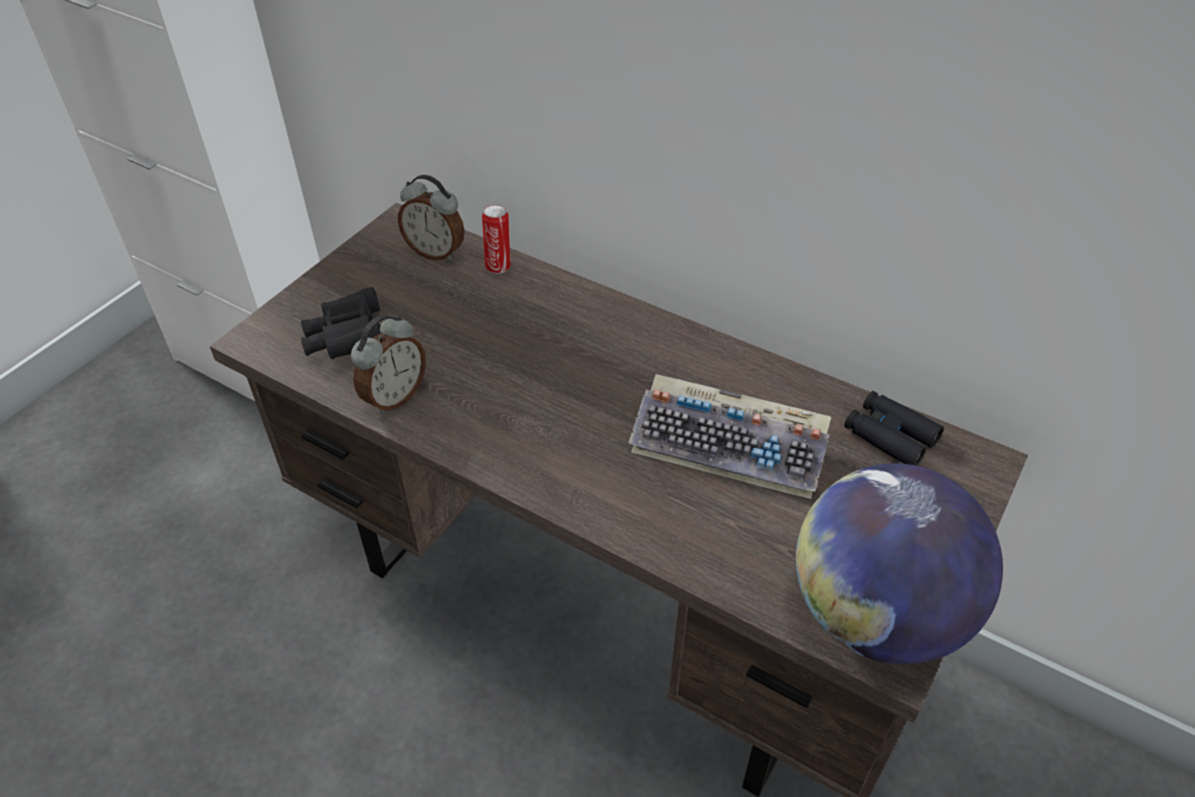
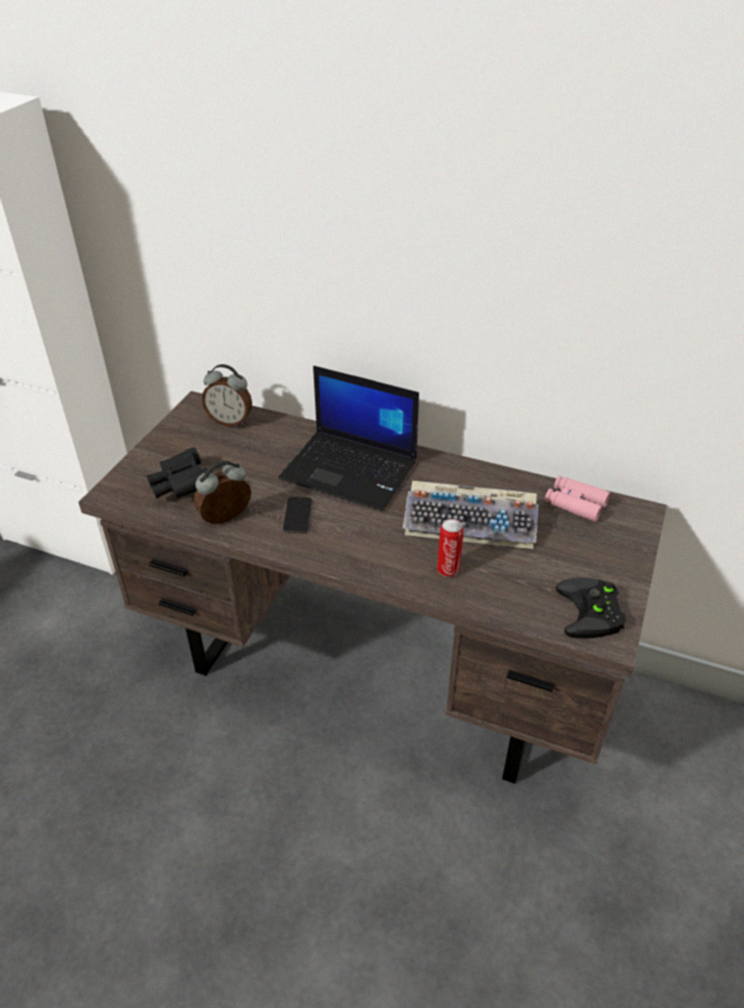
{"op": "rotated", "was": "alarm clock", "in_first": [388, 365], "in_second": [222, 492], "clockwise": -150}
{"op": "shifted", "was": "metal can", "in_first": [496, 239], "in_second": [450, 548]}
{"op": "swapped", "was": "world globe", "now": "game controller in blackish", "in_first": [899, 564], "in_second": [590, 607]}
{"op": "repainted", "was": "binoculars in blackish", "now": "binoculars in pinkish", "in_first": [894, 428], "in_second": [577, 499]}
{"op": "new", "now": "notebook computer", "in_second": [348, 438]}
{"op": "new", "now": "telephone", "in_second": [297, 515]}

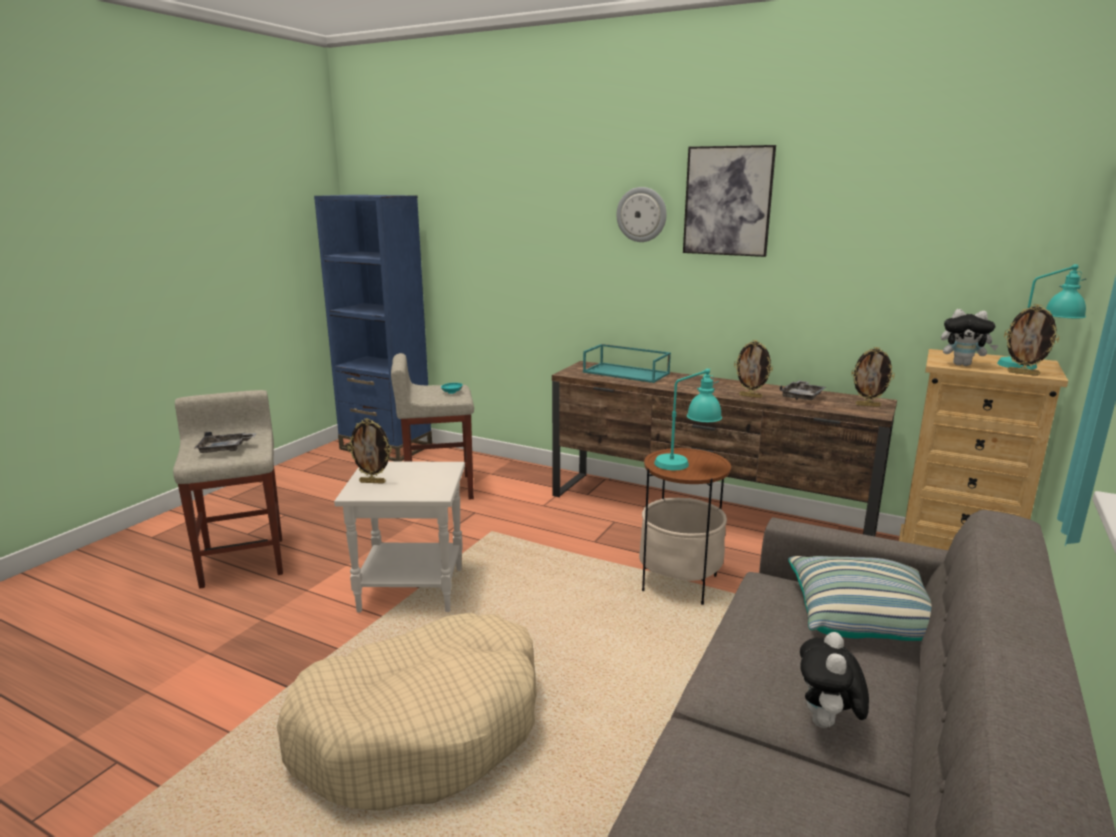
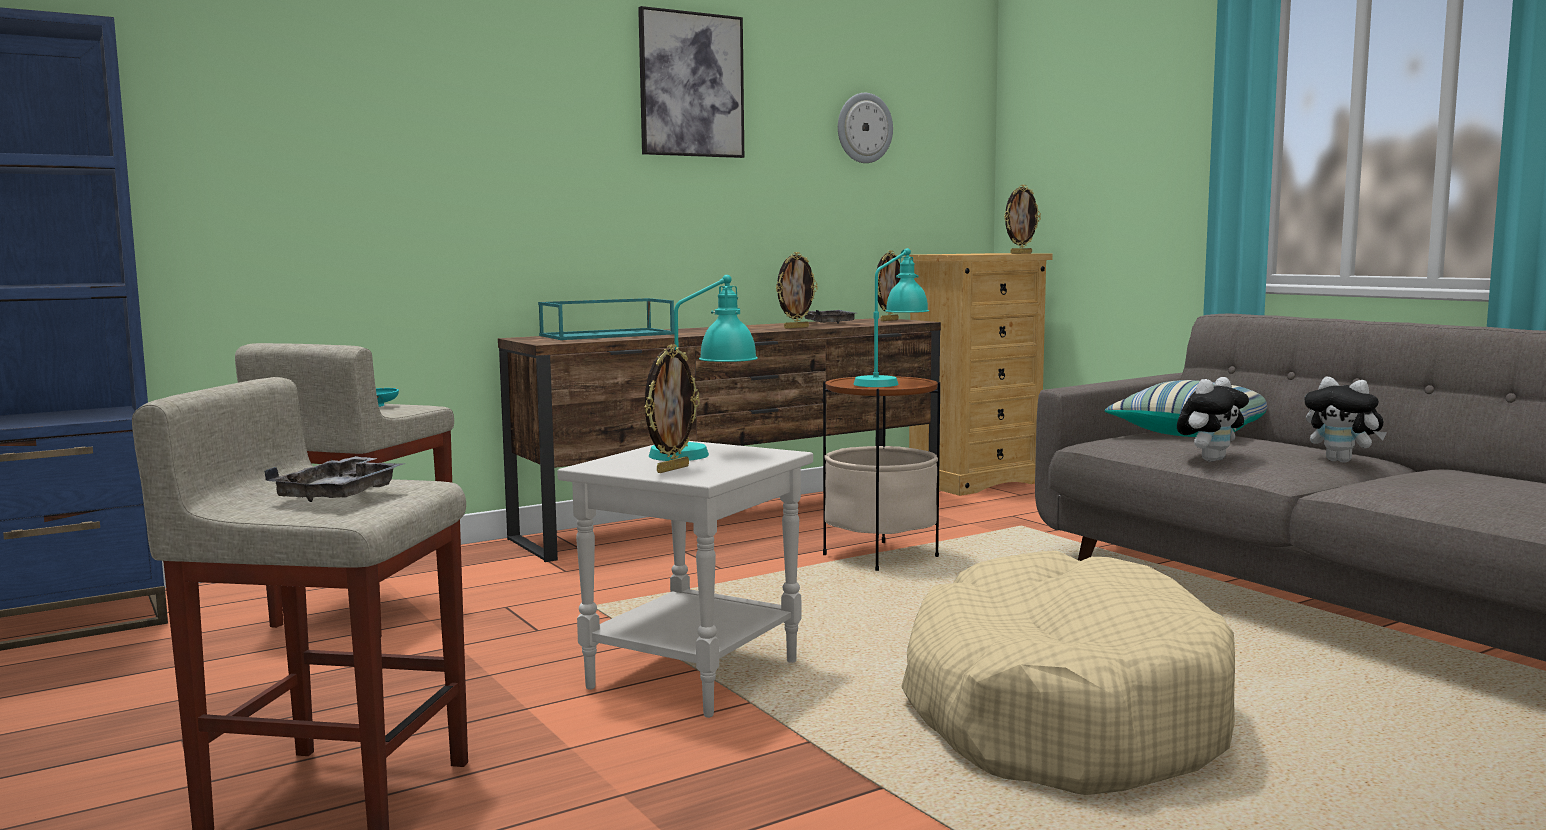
{"op": "shifted", "was": "wall clock", "in_first": [641, 214], "in_second": [865, 128]}
{"op": "shifted", "was": "cuddly toy", "in_first": [970, 337], "in_second": [1213, 419]}
{"op": "shifted", "was": "table lamp in turquoise", "in_first": [1041, 316], "in_second": [703, 368]}

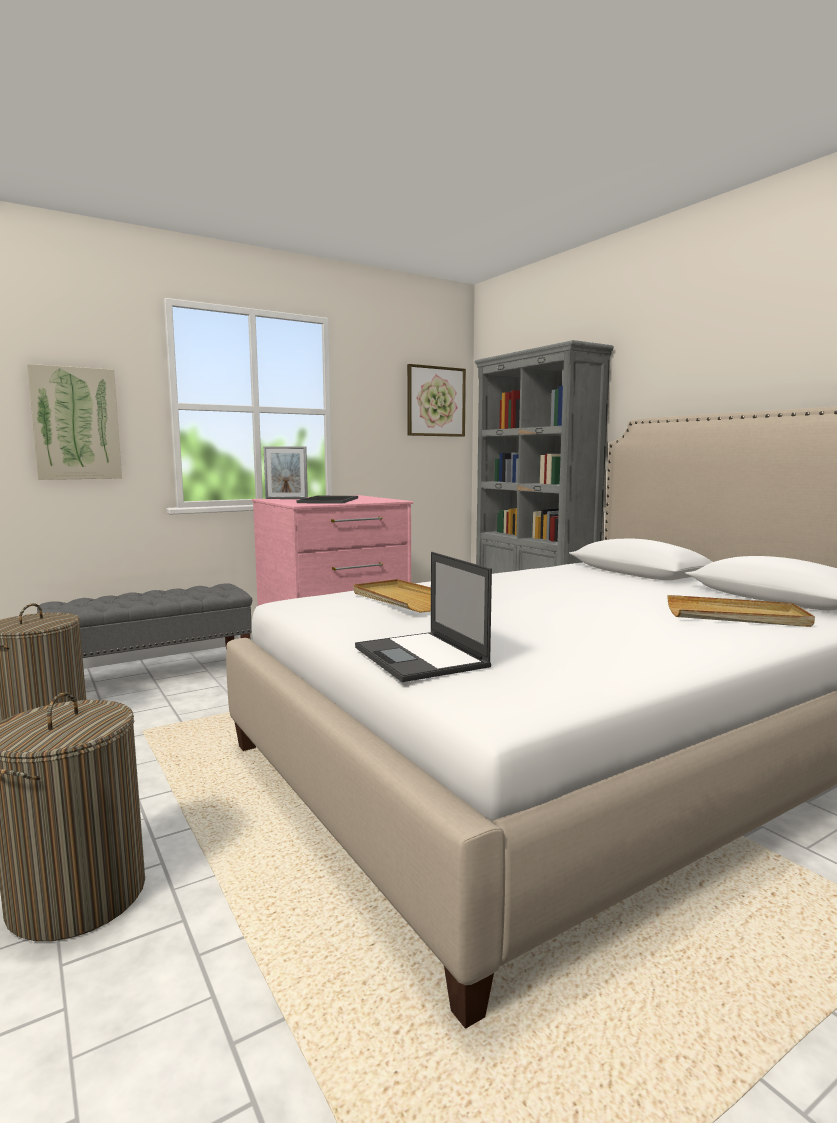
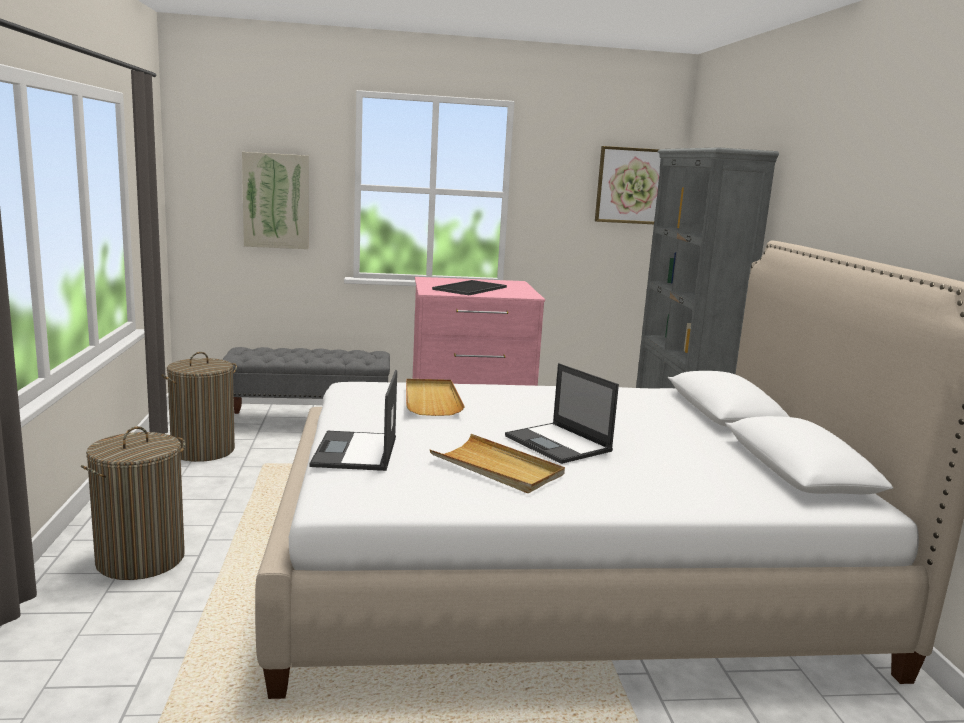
{"op": "gone", "was": "picture frame", "in_first": [286, 472]}
{"op": "shifted", "was": "carrying tray in beige-coloured", "in_first": [741, 611], "in_second": [497, 463]}
{"op": "new", "now": "notebook computer", "in_second": [562, 413]}

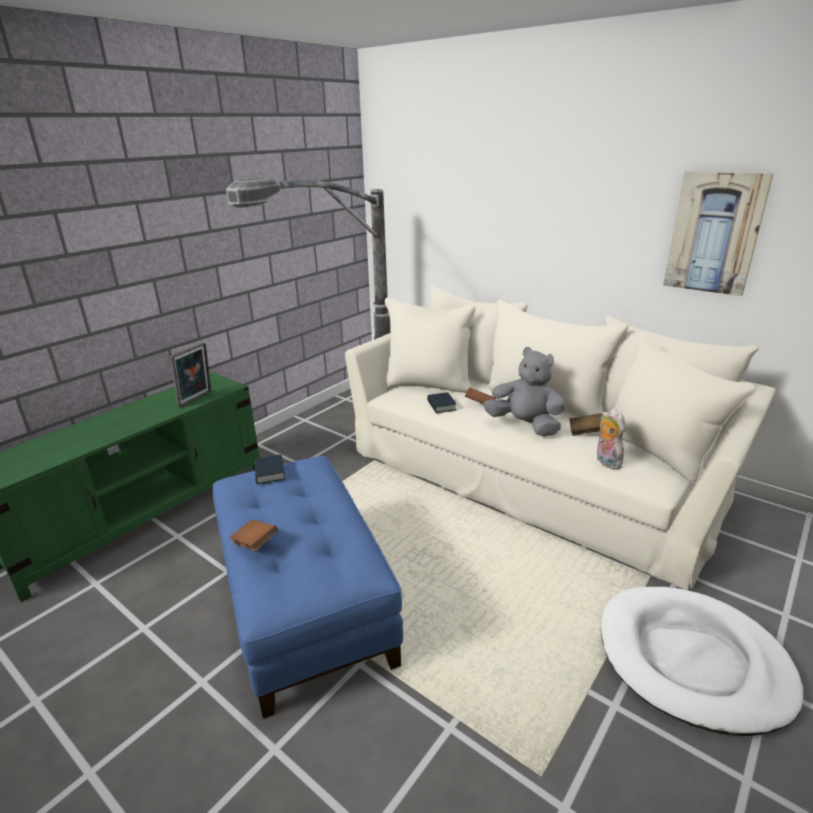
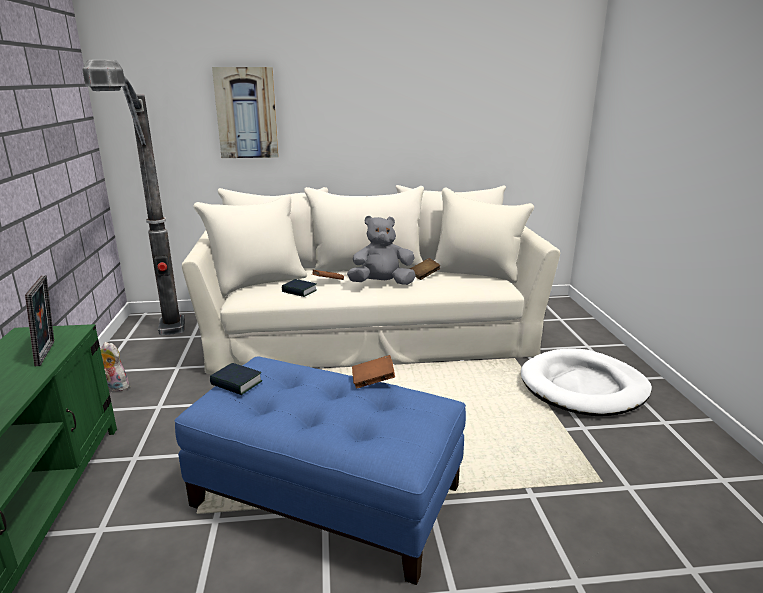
{"op": "shifted", "was": "volume in brown", "in_first": [254, 535], "in_second": [373, 371]}
{"op": "shifted", "was": "cuddly toy", "in_first": [611, 438], "in_second": [114, 366]}
{"op": "shifted", "was": "wall picture", "in_first": [718, 233], "in_second": [245, 112]}

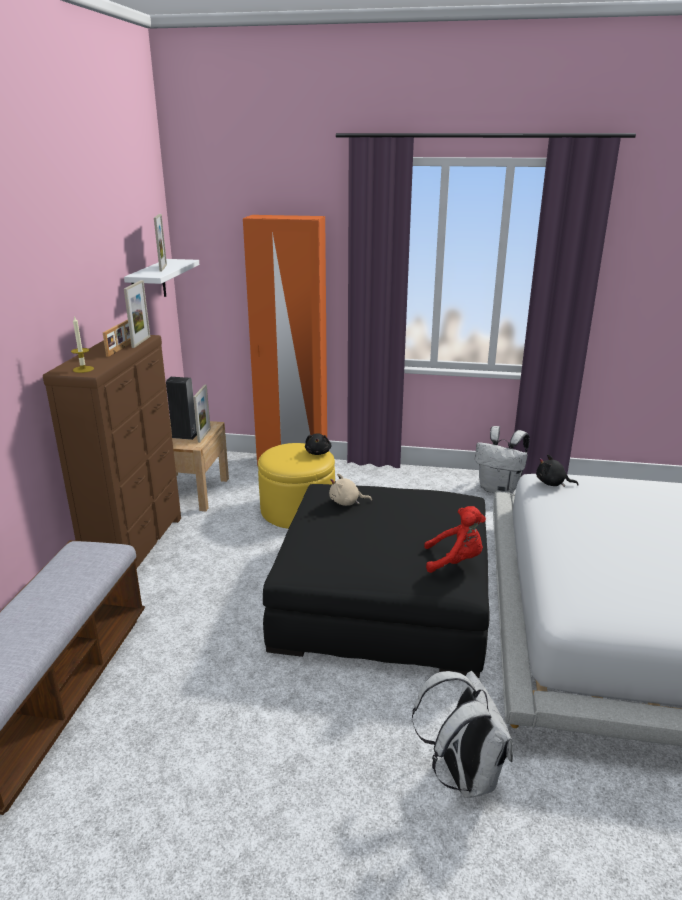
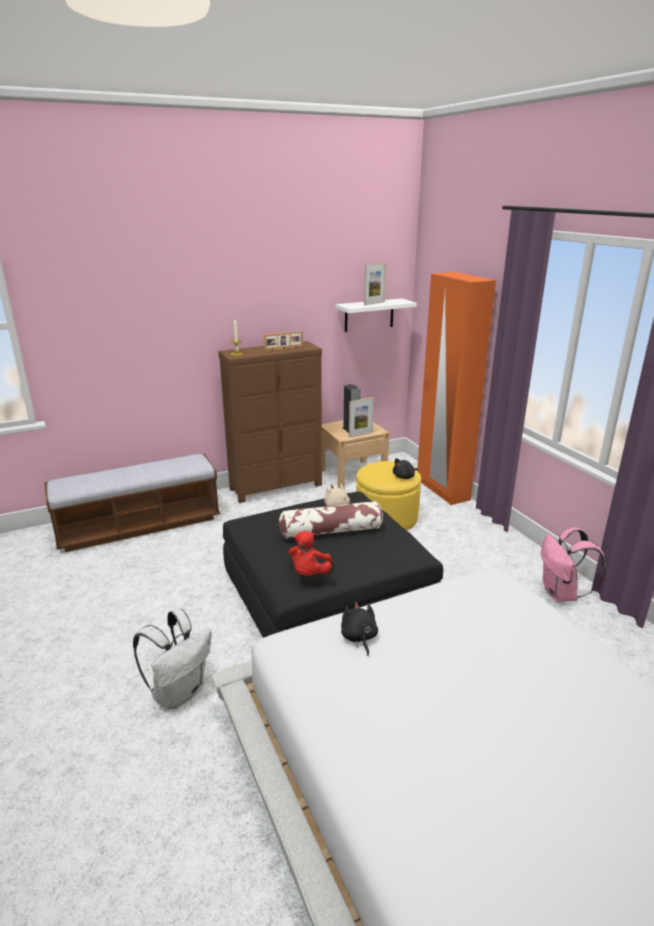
{"op": "gone", "was": "picture frame", "in_first": [137, 314]}
{"op": "rotated", "was": "cuddly toy in red", "in_first": [455, 539], "in_second": [310, 553], "clockwise": 45}
{"op": "repainted", "was": "rucksack in white", "now": "rucksack in pinkish", "in_first": [502, 460], "in_second": [573, 564]}
{"op": "shifted", "was": "cuddly toy in blackish", "in_first": [557, 470], "in_second": [359, 629]}
{"op": "new", "now": "cushion", "in_second": [331, 520]}

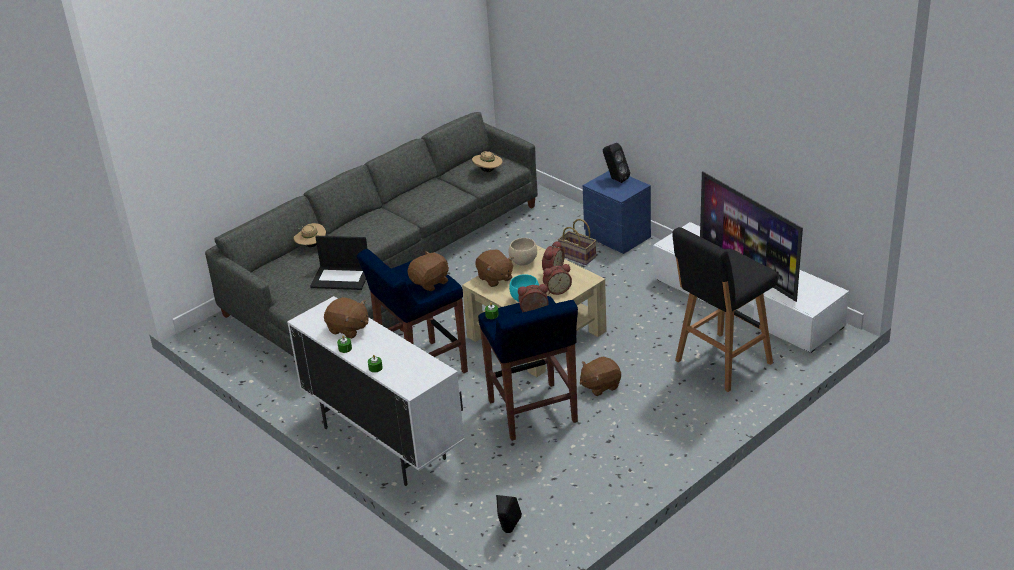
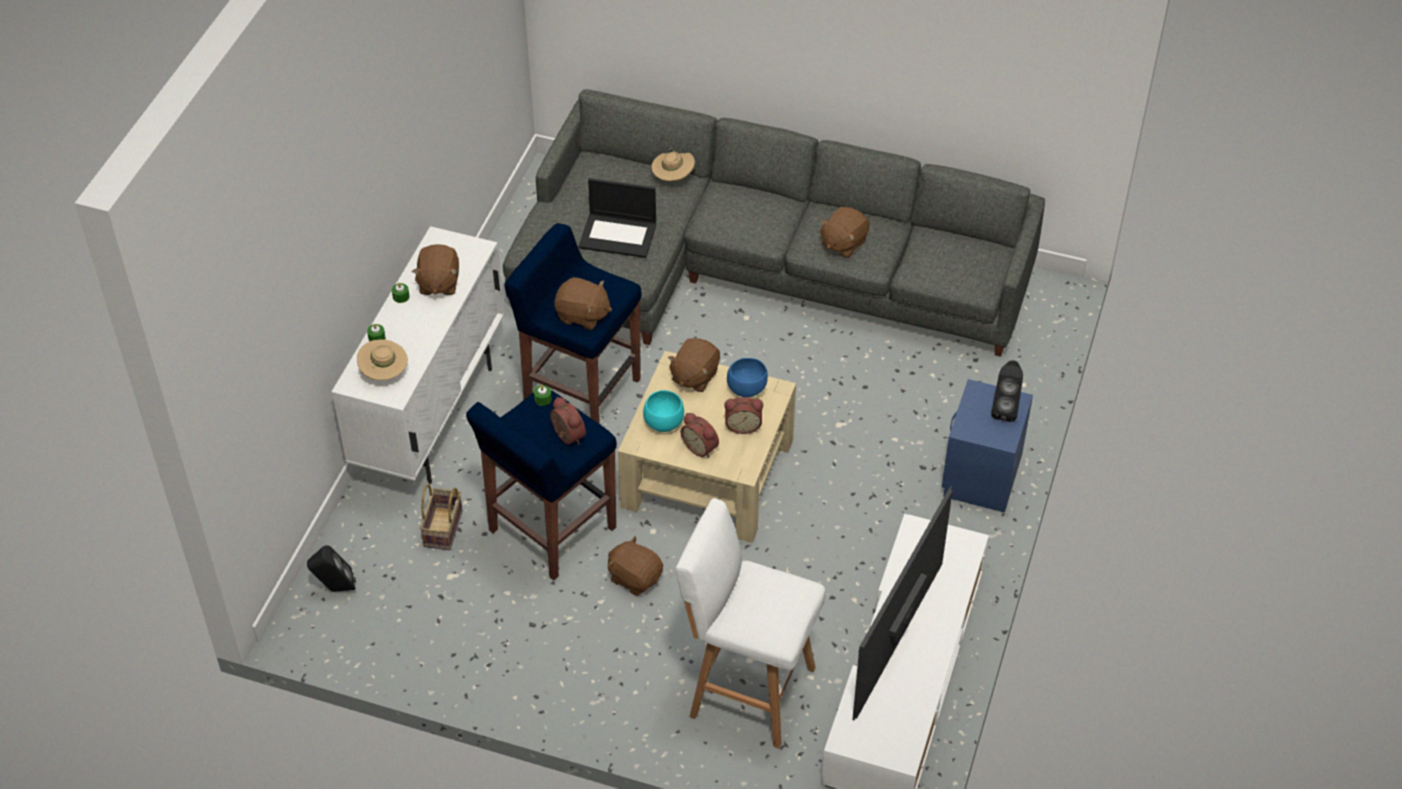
{"op": "rotated", "was": "notebook computer", "in_first": [338, 263], "in_second": [617, 218], "clockwise": -60}
{"op": "shifted", "was": "wearable hat in beige-coloured", "in_first": [487, 161], "in_second": [382, 359]}
{"op": "repainted", "was": "bowl in beige-coloured", "now": "bowl in bluish", "in_first": [523, 252], "in_second": [747, 377]}
{"op": "shifted", "was": "storage basket", "in_first": [577, 242], "in_second": [441, 517]}
{"op": "repainted", "was": "stool in blackish", "now": "stool in white", "in_first": [725, 309], "in_second": [751, 623]}
{"op": "new", "now": "cuddly toy in brown", "in_second": [844, 232]}

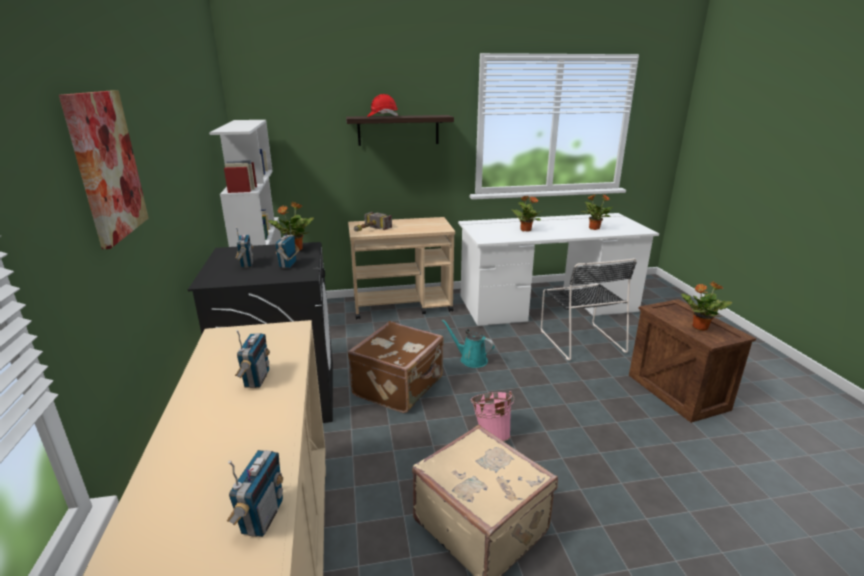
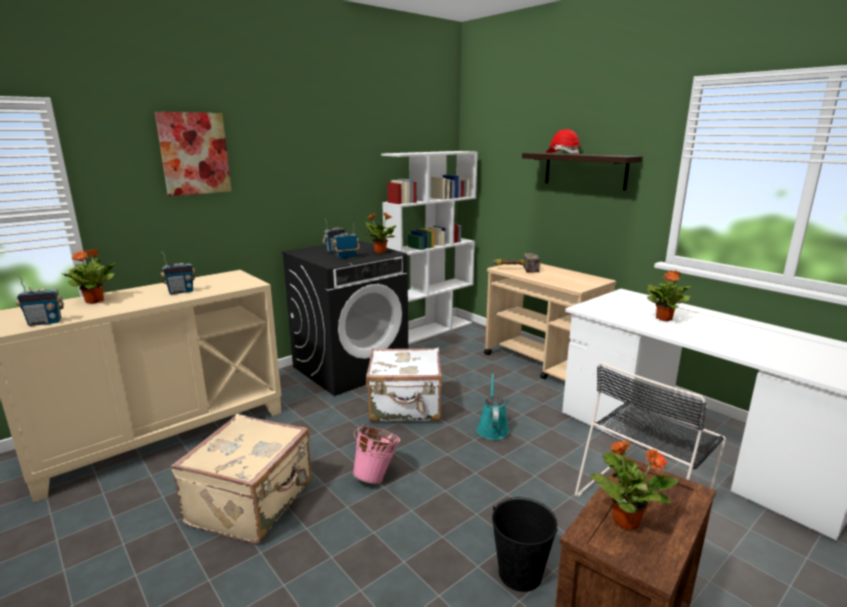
{"op": "repainted", "was": "travel case in brown", "now": "travel case in white", "in_first": [395, 367], "in_second": [404, 385]}
{"op": "shifted", "was": "houseplant", "in_first": [597, 212], "in_second": [88, 276]}
{"op": "new", "now": "pail in blackish", "in_second": [525, 544]}

